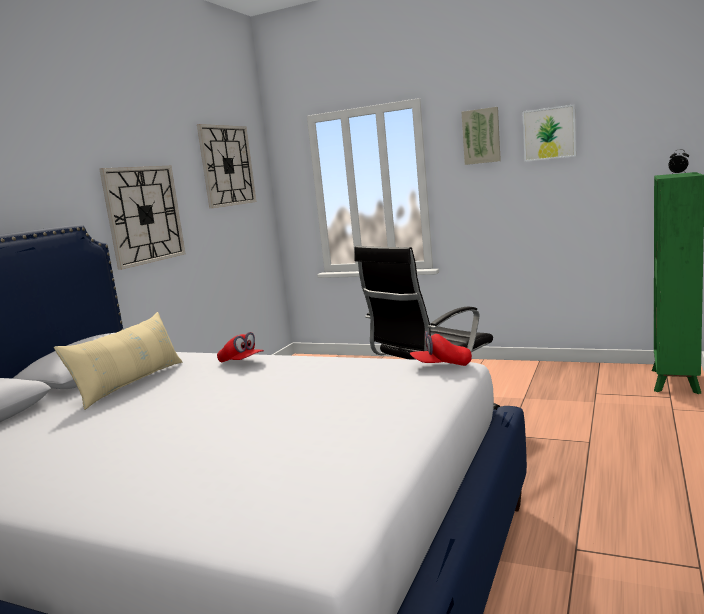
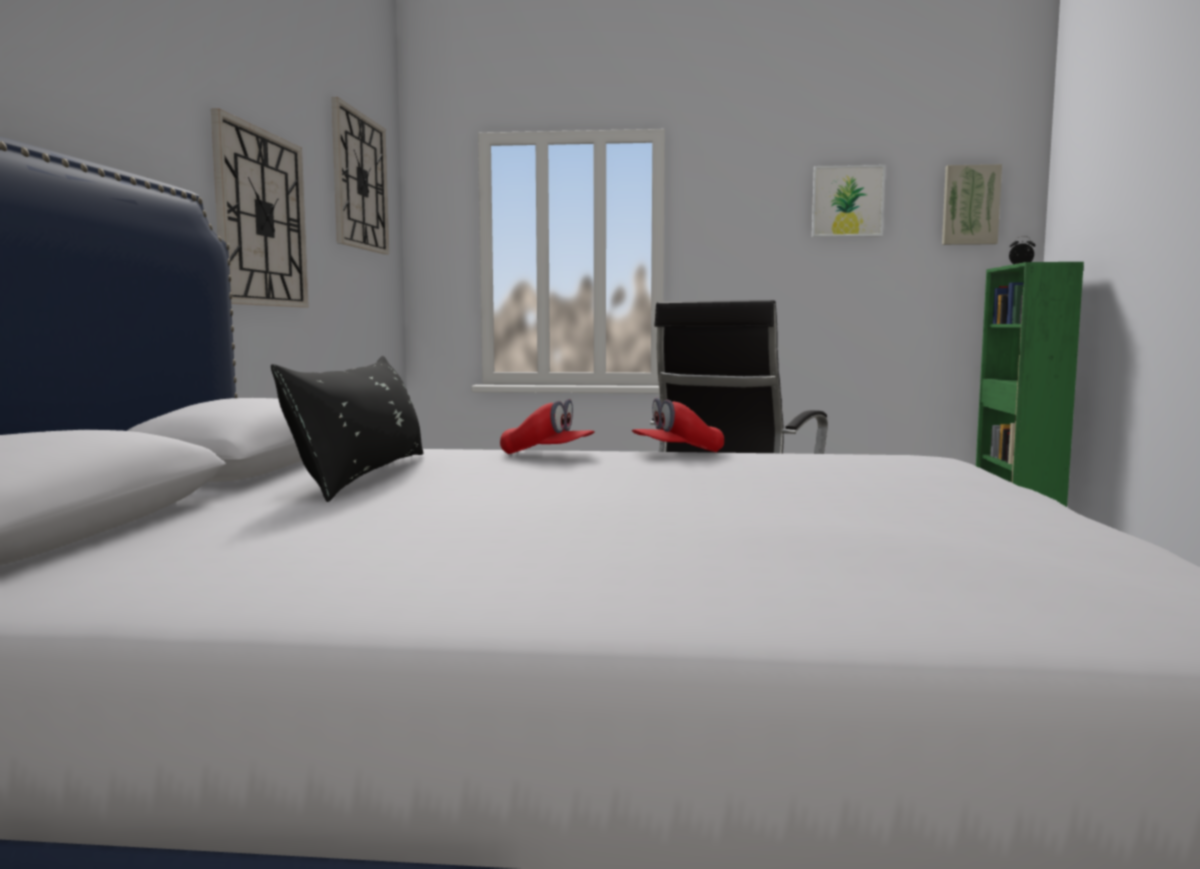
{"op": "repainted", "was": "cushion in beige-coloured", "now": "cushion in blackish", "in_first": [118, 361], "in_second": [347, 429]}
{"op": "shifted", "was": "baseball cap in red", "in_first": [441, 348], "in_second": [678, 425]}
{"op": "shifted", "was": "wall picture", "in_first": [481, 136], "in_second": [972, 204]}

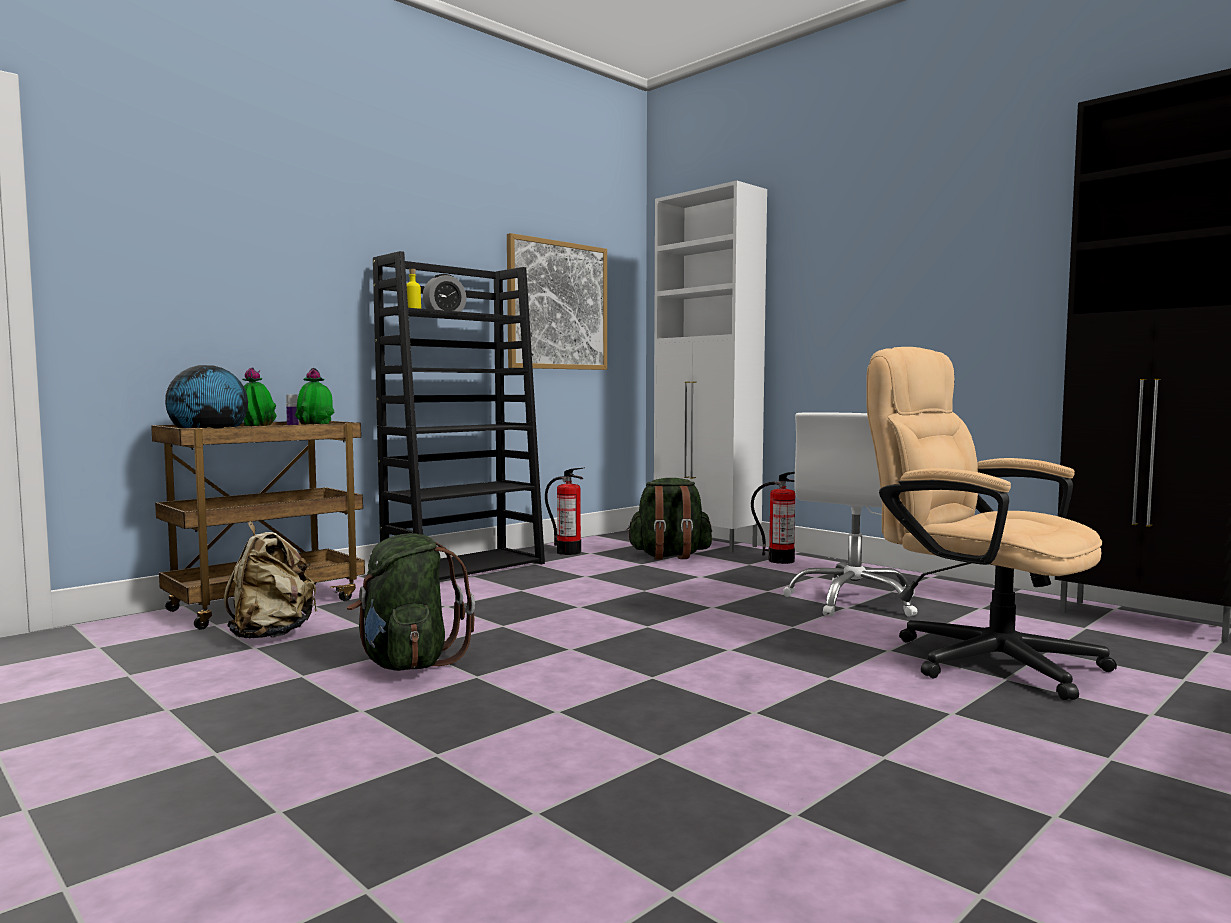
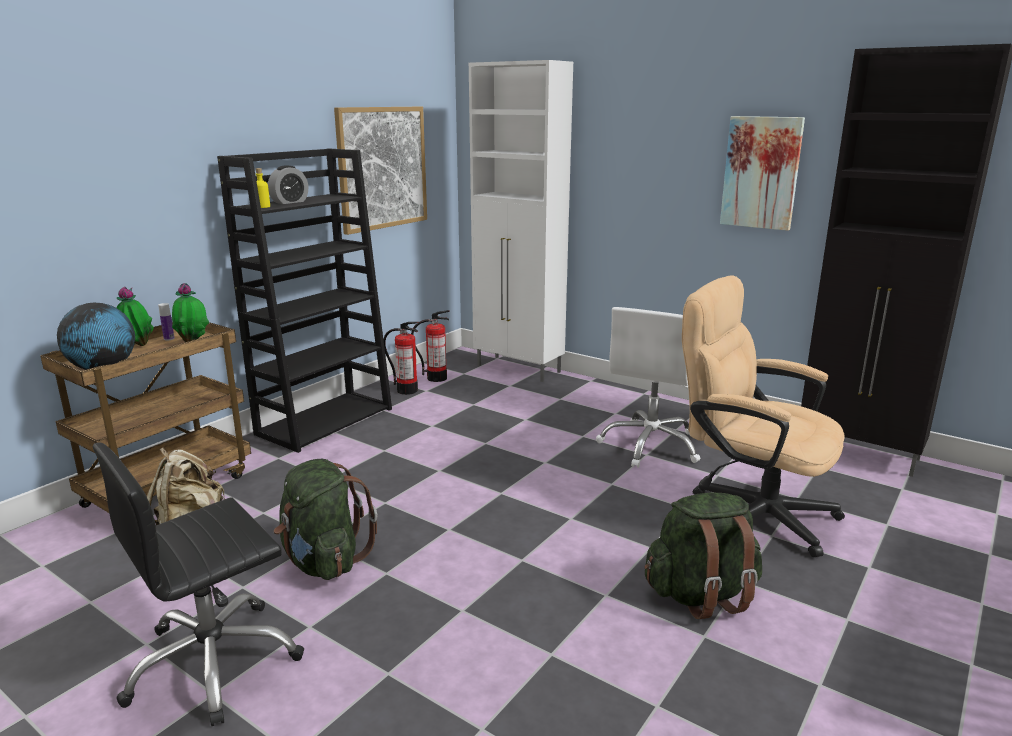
{"op": "shifted", "was": "rucksack in green-coloured", "in_first": [669, 519], "in_second": [703, 555]}
{"op": "shifted", "was": "extinguisher", "in_first": [773, 518], "in_second": [430, 346]}
{"op": "new", "now": "computer chair in blackish", "in_second": [198, 584]}
{"op": "new", "now": "wall picture", "in_second": [762, 173]}

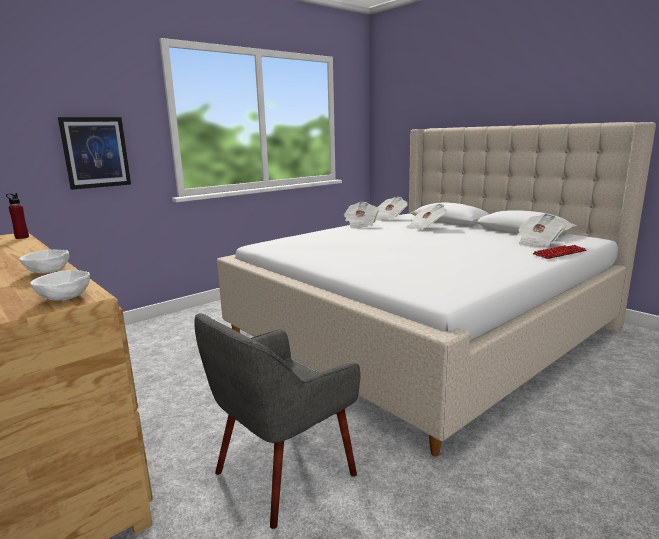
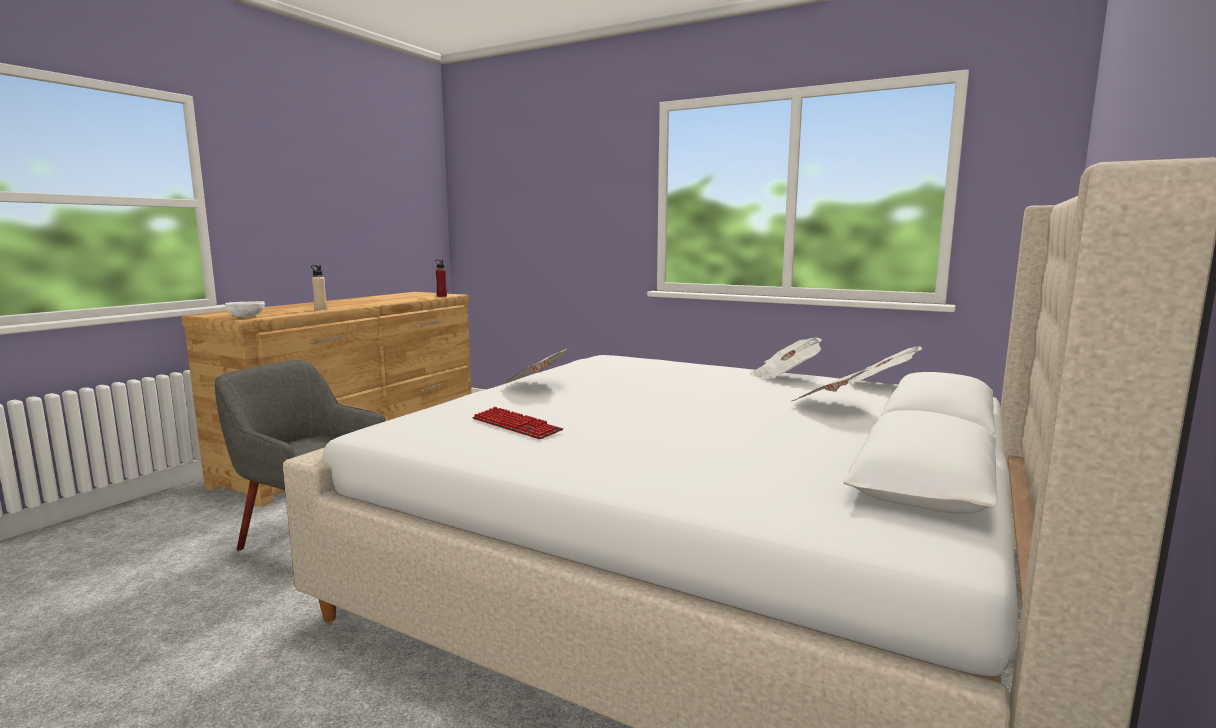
{"op": "swapped", "was": "bowl in white", "now": "drink bottle in beige-coloured", "in_first": [44, 261], "in_second": [319, 287]}
{"op": "gone", "was": "wall picture", "in_first": [94, 153]}
{"op": "shifted", "was": "daily paper", "in_first": [541, 230], "in_second": [536, 366]}
{"op": "shifted", "was": "keyboard", "in_first": [559, 252], "in_second": [518, 423]}

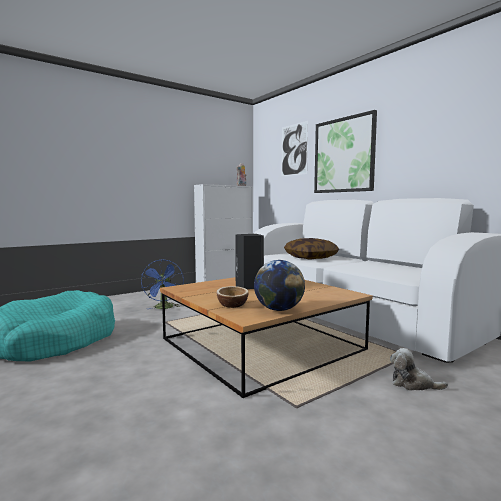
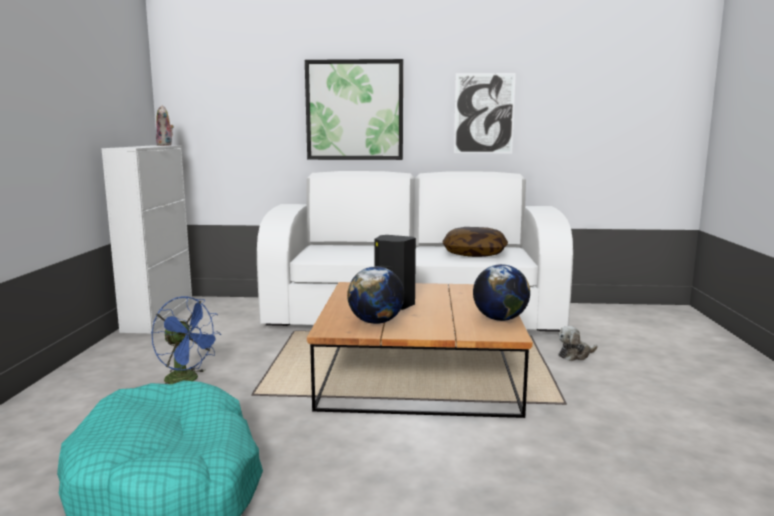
{"op": "gone", "was": "bowl", "in_first": [232, 297]}
{"op": "shifted", "was": "wall picture", "in_first": [294, 148], "in_second": [485, 113]}
{"op": "shifted", "was": "cushion", "in_first": [311, 249], "in_second": [475, 242]}
{"op": "new", "now": "world globe", "in_second": [376, 295]}

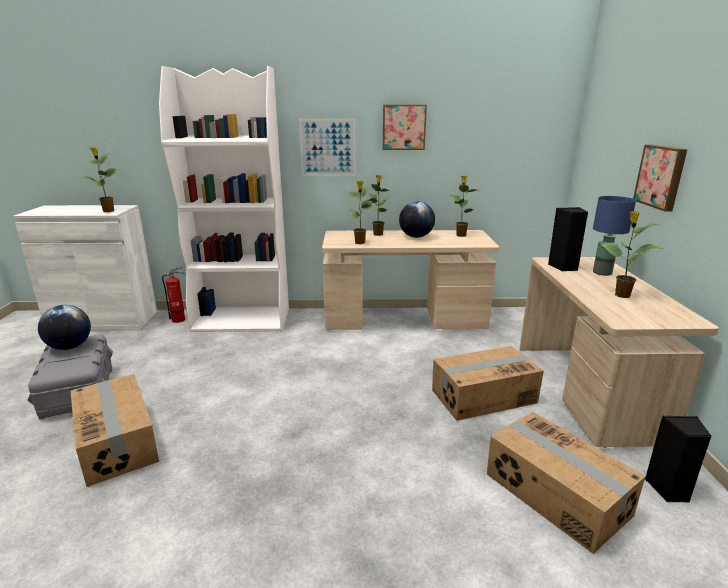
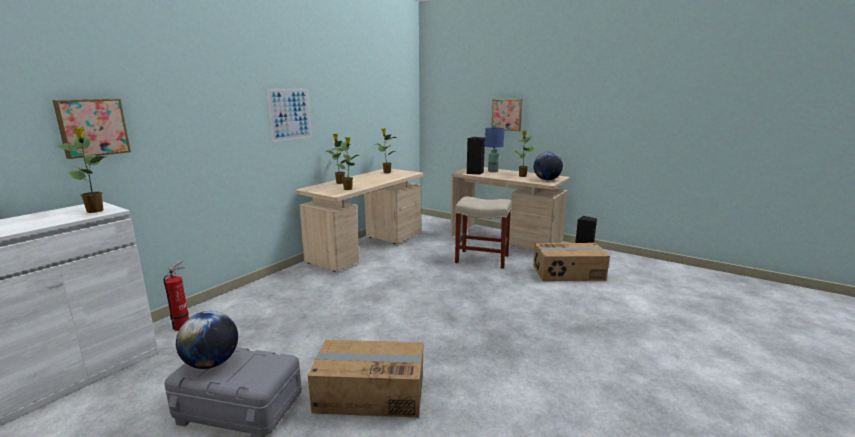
{"op": "gone", "was": "bookcase in white", "in_first": [224, 199]}
{"op": "shifted", "was": "wall picture", "in_first": [405, 127], "in_second": [92, 129]}
{"op": "shifted", "was": "world globe", "in_first": [417, 219], "in_second": [548, 166]}
{"op": "swapped", "was": "cardboard box", "now": "stool in beige-coloured", "in_first": [488, 383], "in_second": [483, 233]}

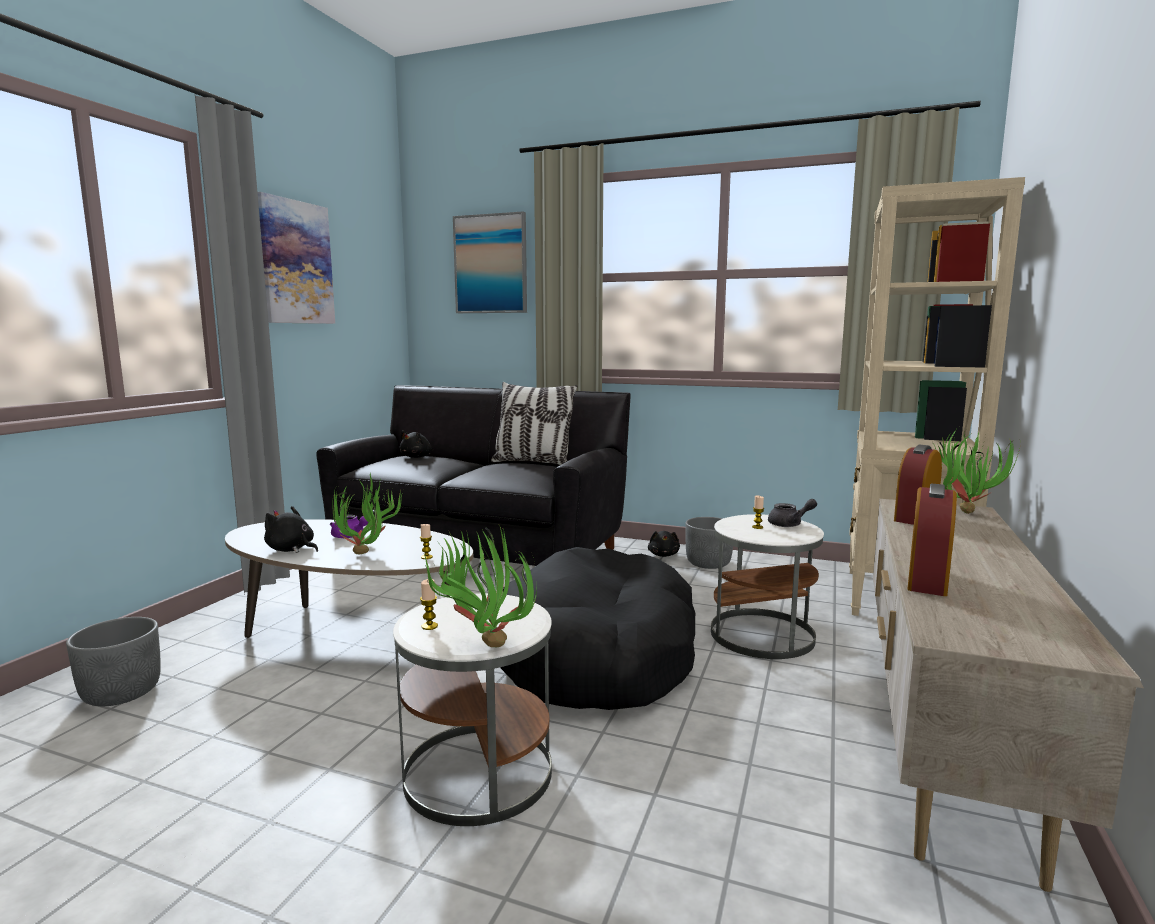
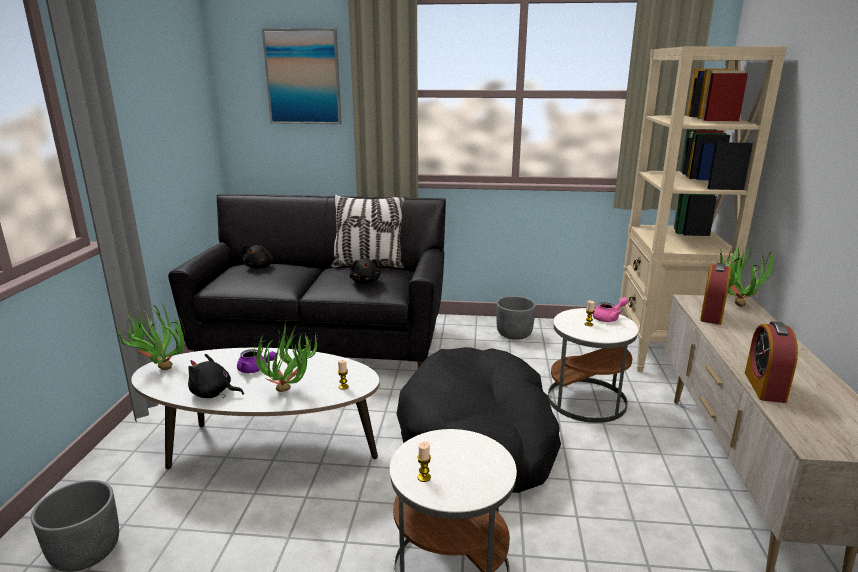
{"op": "gone", "was": "wall picture", "in_first": [296, 258]}
{"op": "shifted", "was": "houseplant", "in_first": [480, 586], "in_second": [150, 336]}
{"op": "shifted", "was": "cuddly toy in blackish", "in_first": [664, 544], "in_second": [365, 271]}
{"op": "repainted", "was": "teapot in greyish", "now": "teapot in pinkish", "in_first": [792, 513], "in_second": [610, 309]}

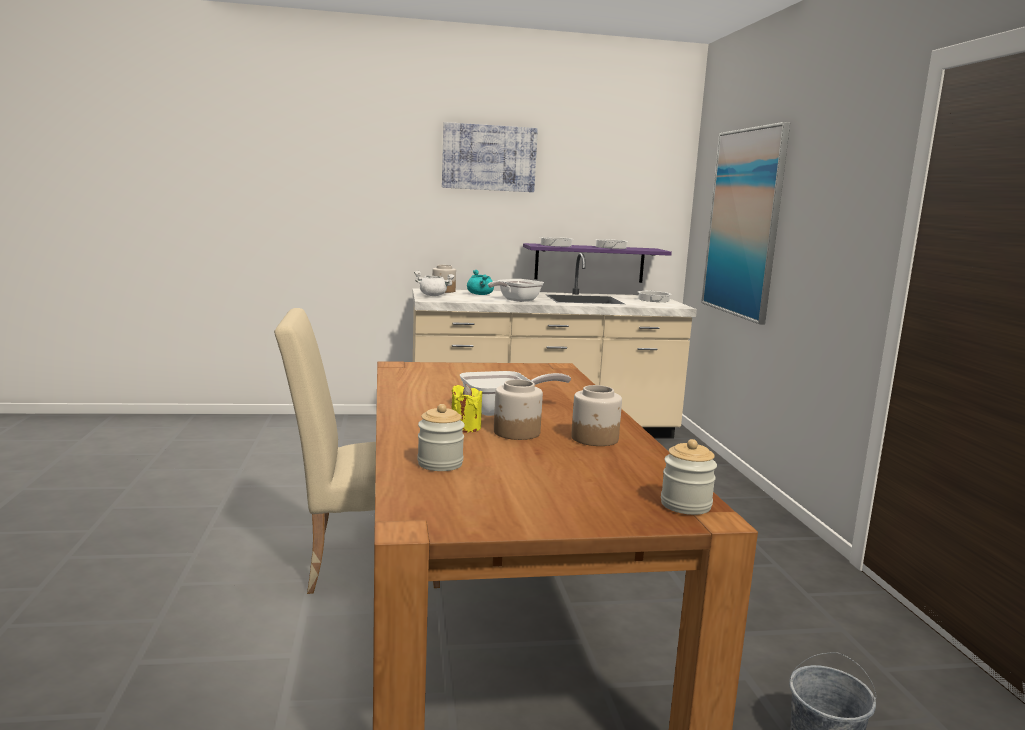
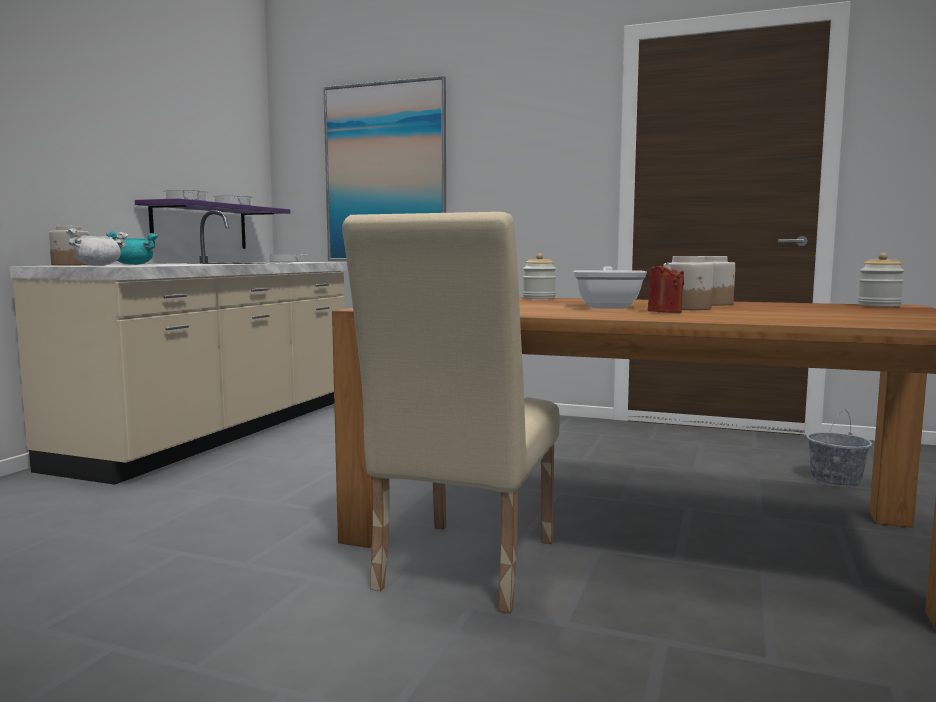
{"op": "shifted", "was": "jar", "in_first": [441, 437], "in_second": [539, 276]}
{"op": "gone", "was": "wall picture", "in_first": [490, 157]}
{"op": "repainted", "was": "wax candle in yellow", "now": "wax candle in red", "in_first": [466, 408], "in_second": [665, 287]}
{"op": "gone", "was": "skillet", "in_first": [516, 290]}

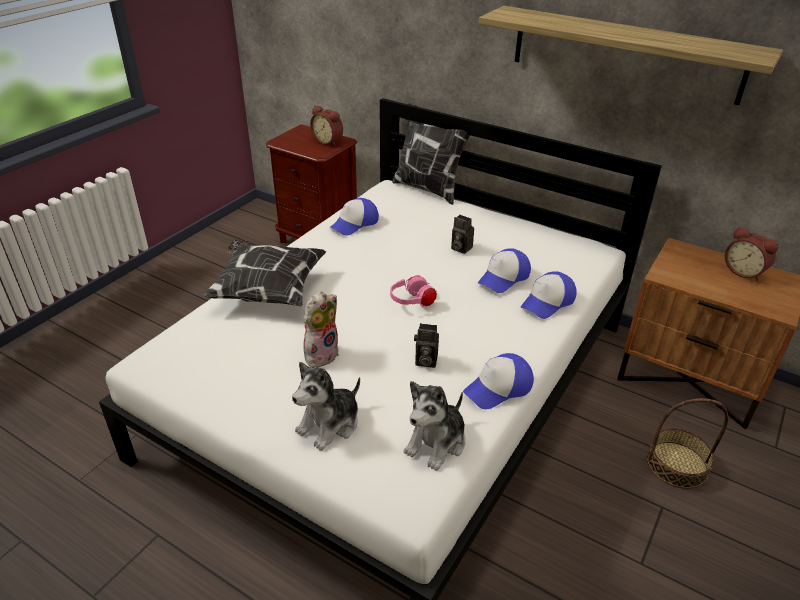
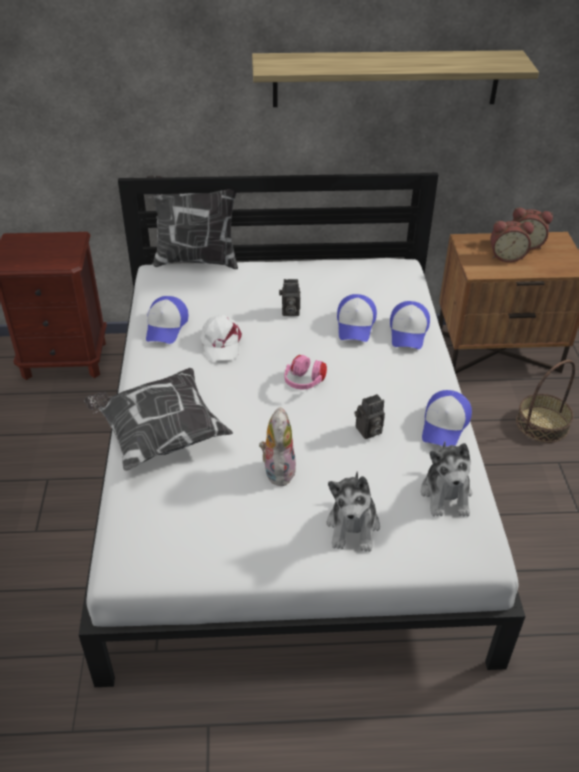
{"op": "shifted", "was": "alarm clock", "in_first": [326, 125], "in_second": [512, 241]}
{"op": "new", "now": "baseball cap in white", "in_second": [221, 338]}

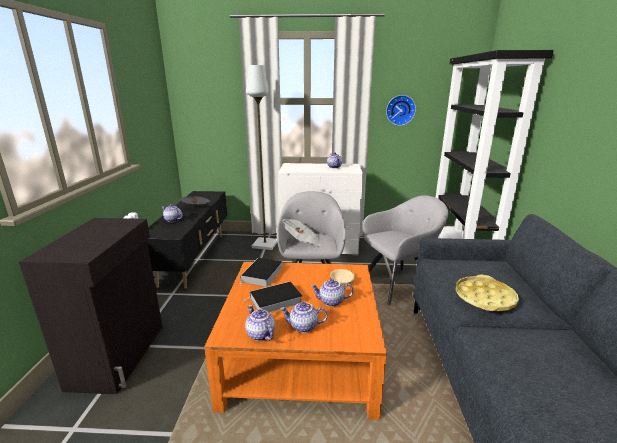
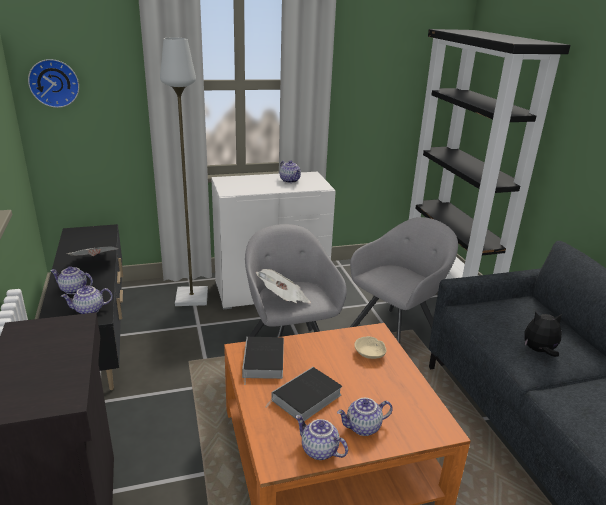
{"op": "shifted", "was": "teapot", "in_first": [332, 293], "in_second": [87, 300]}
{"op": "shifted", "was": "wall clock", "in_first": [401, 110], "in_second": [53, 83]}
{"op": "swapped", "was": "carrying tray in yellow", "now": "cuddly toy", "in_first": [487, 293], "in_second": [543, 334]}

